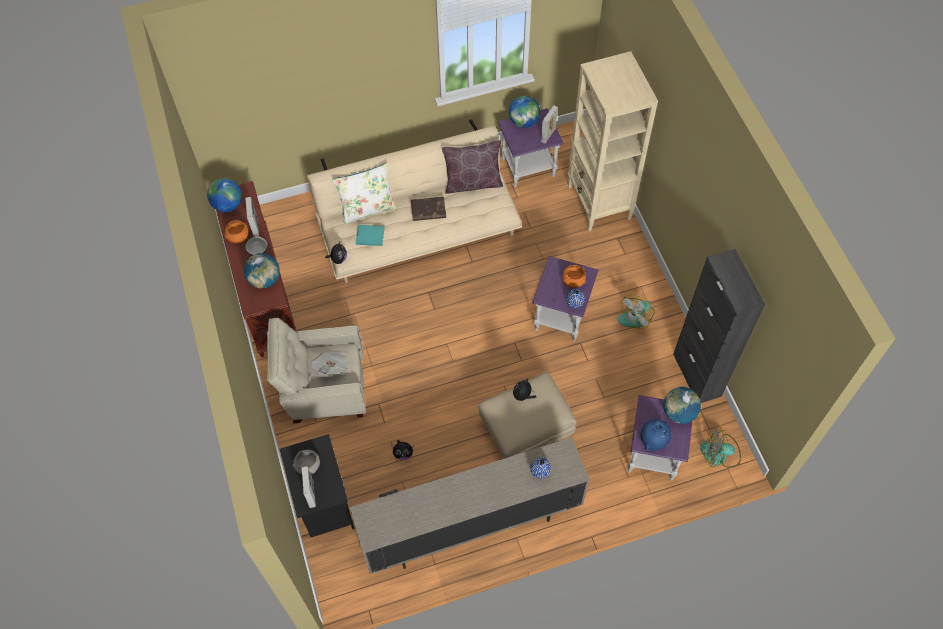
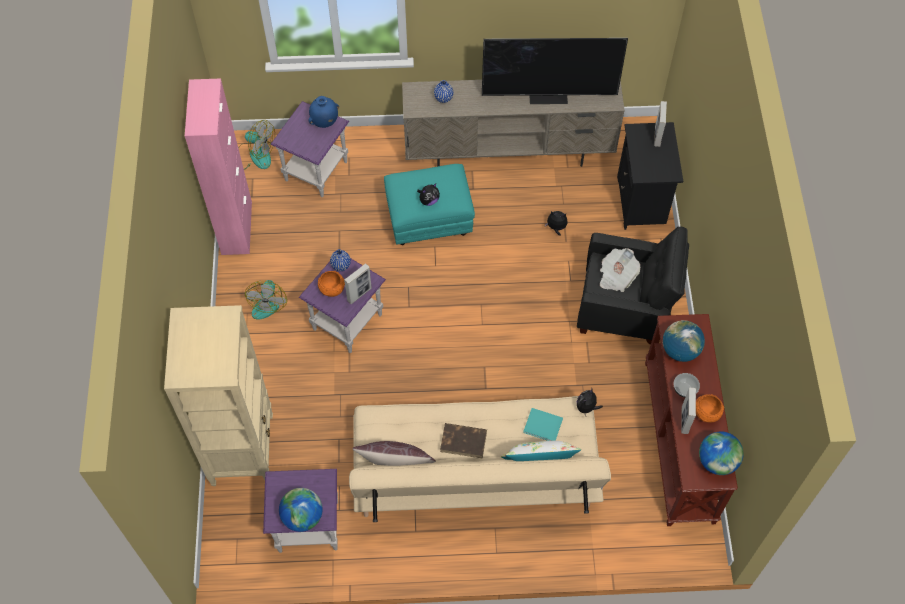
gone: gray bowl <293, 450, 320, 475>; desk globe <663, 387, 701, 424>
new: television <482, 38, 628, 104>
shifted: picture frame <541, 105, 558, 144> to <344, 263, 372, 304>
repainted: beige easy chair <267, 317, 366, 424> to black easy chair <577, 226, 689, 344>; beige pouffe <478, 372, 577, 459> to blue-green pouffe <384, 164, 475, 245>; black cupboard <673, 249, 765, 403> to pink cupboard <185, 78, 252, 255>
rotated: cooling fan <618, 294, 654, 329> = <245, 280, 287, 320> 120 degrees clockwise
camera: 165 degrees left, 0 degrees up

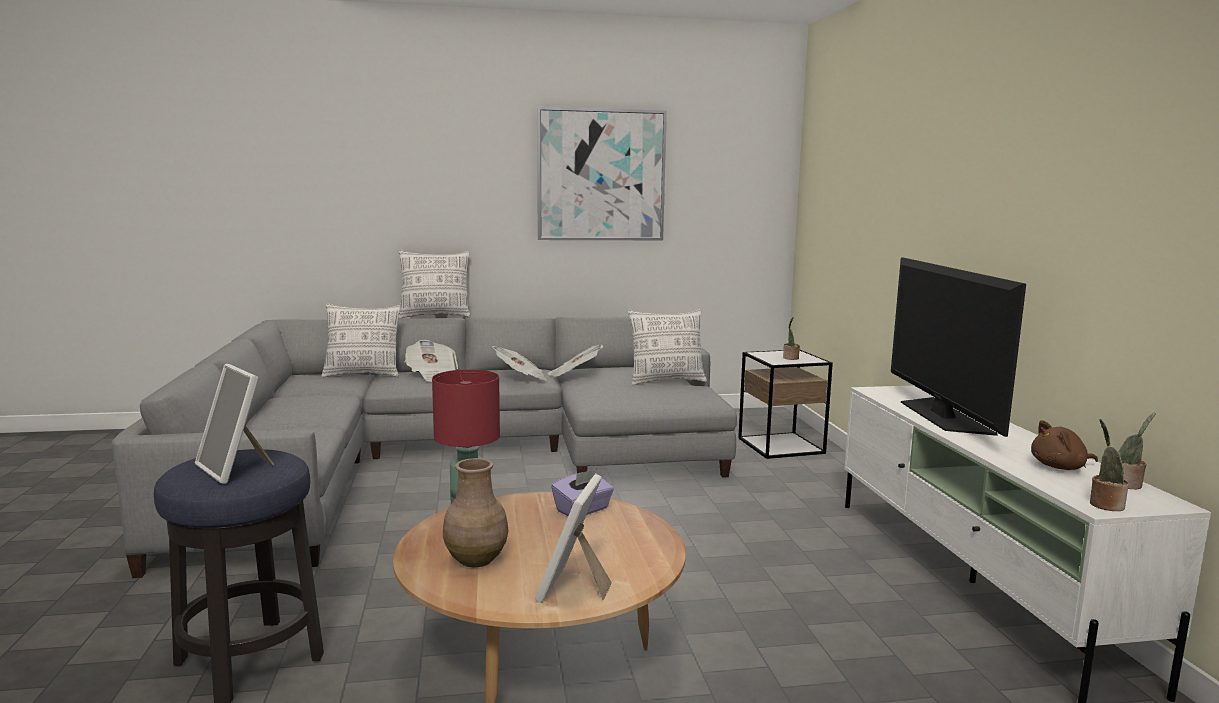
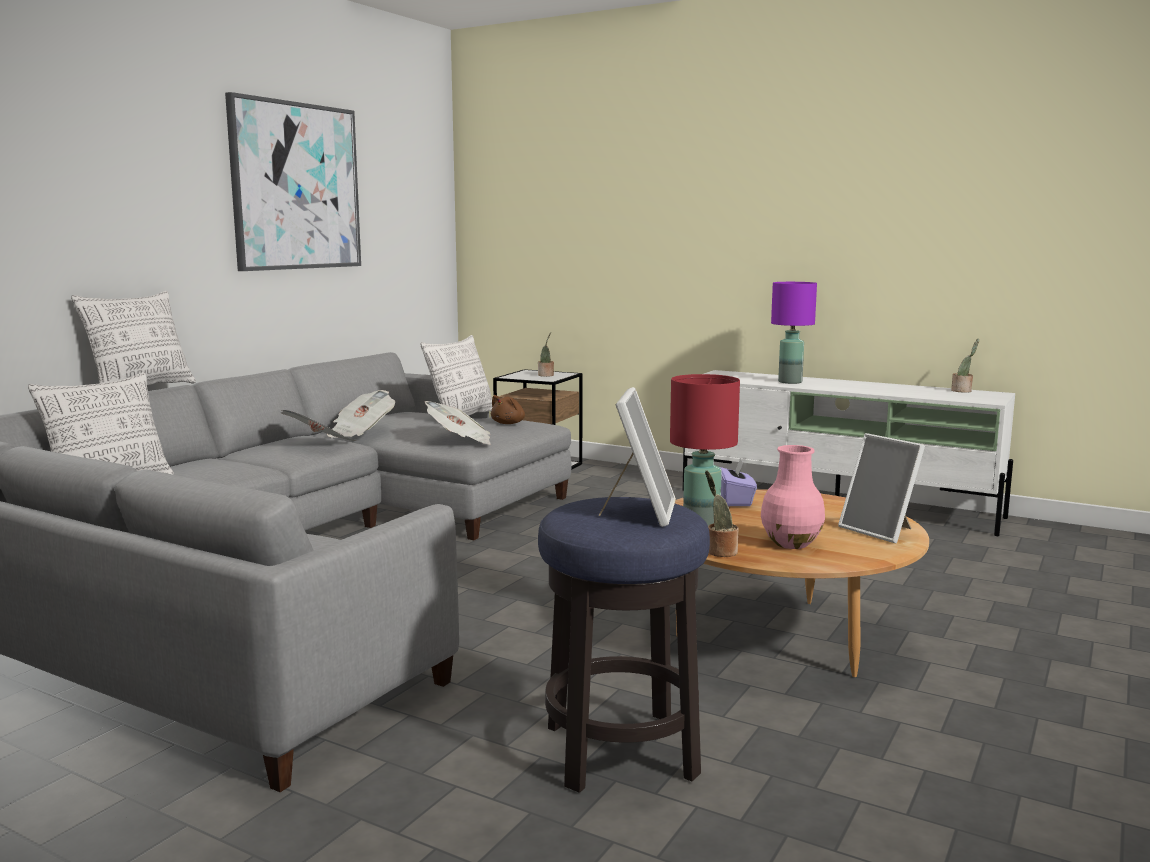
shifted: printed paper <405, 340, 458, 382> to <425, 401, 491, 445>; brown plush toy <1031, 420, 1098, 470> to <491, 395, 525, 424>; plant in a pot <1090, 419, 1129, 511> to <705, 470, 739, 557>
swapped: television <891, 257, 1026, 437> to purple-coloured tabletop lamp <771, 282, 817, 384>
repainted: brown flower vase <443, 458, 508, 567> to pink flower vase <761, 445, 825, 549>
rotated: picture frame <195, 364, 275, 484> = <599, 387, 676, 527> 75 degrees counterclockwise
camera: 50 degrees left, 0 degrees up

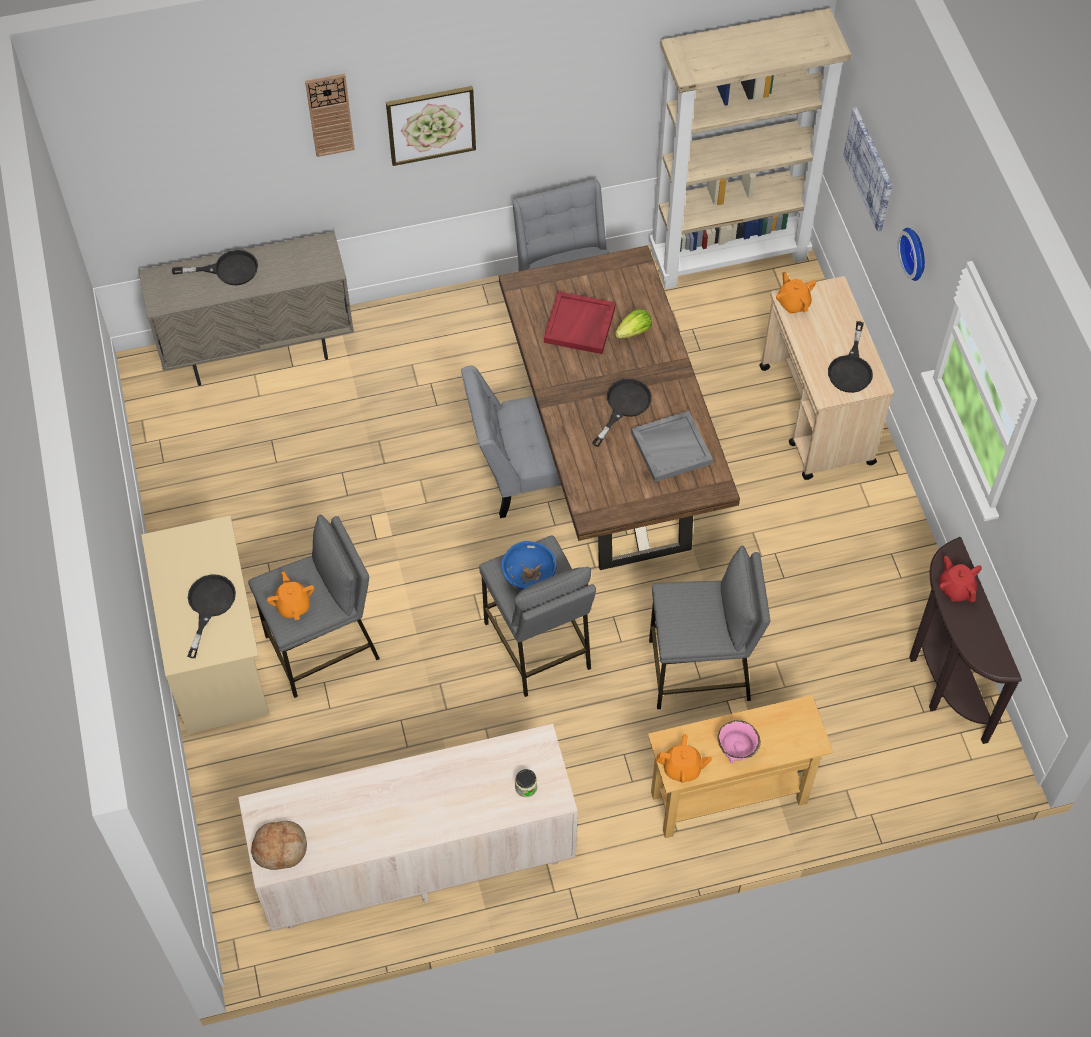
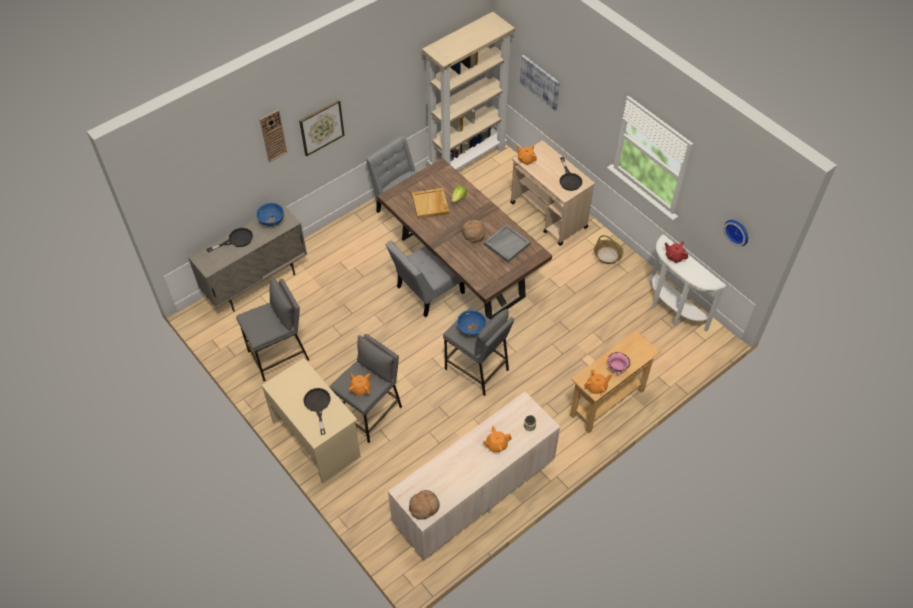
new: blue-coloured bowl <256, 203, 284, 226>; orange-coloured tea pot <482, 426, 512, 452>; storage basket <593, 235, 624, 264>
shifted: gray sitting stool <649, 546, 770, 709> to <236, 277, 309, 381>; hanging clock <898, 228, 925, 281> to <724, 220, 748, 246>
swapped: black frying pan <592, 379, 652, 447> to baked bread <462, 220, 485, 243>
repainted: red serving tray <544, 291, 616, 354> to beige serving tray <412, 188, 449, 219>; brown console table <909, 537, 1022, 744> to white console table <649, 234, 726, 331>
camera: 25 degrees left, 5 degrees down

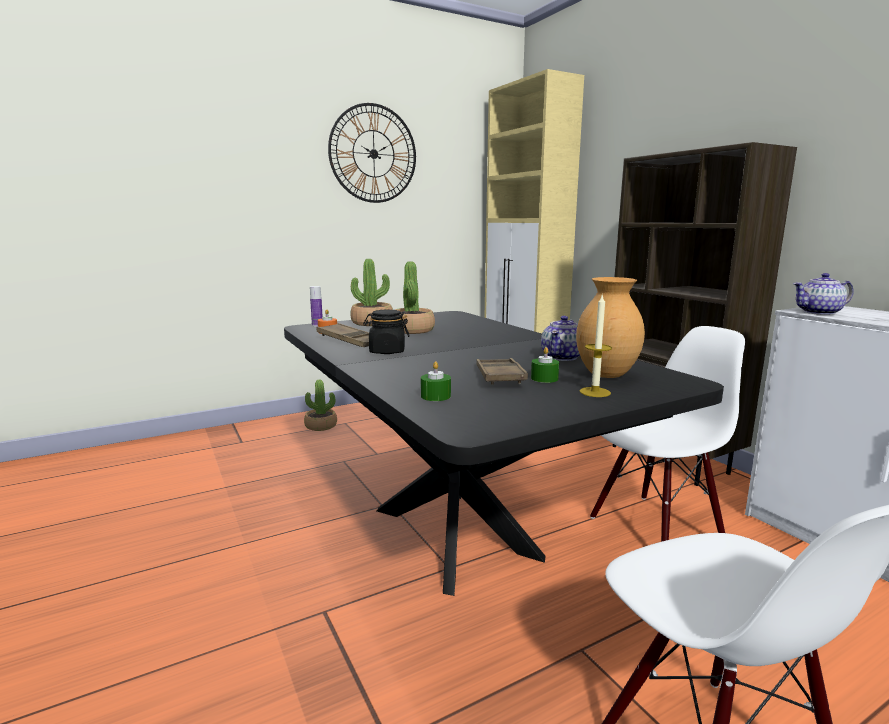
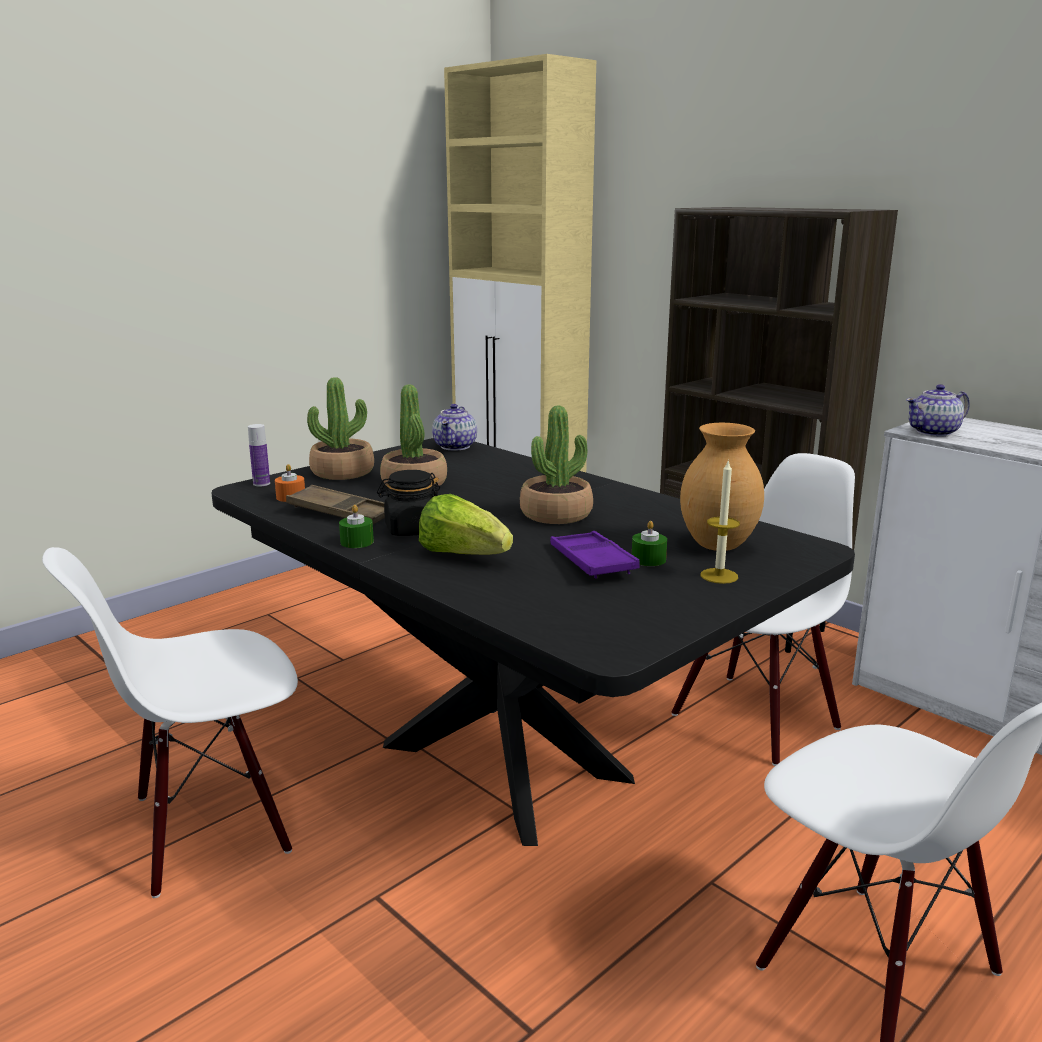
gone: hanging clock <328, 103, 416, 203>
new: white chair <42, 547, 298, 898>; head of lettuce <419, 494, 513, 555>
shifted: plant in a pot <304, 379, 337, 431> to <520, 406, 593, 524>; green candle <421, 361, 451, 401> to <339, 505, 374, 548>; tea pot <541, 316, 580, 361> to <432, 404, 477, 451>
repainted: brown serving tray <476, 358, 528, 385> to purple-coloured serving tray <550, 531, 640, 579>
camera: 15 degrees left, 5 degrees up

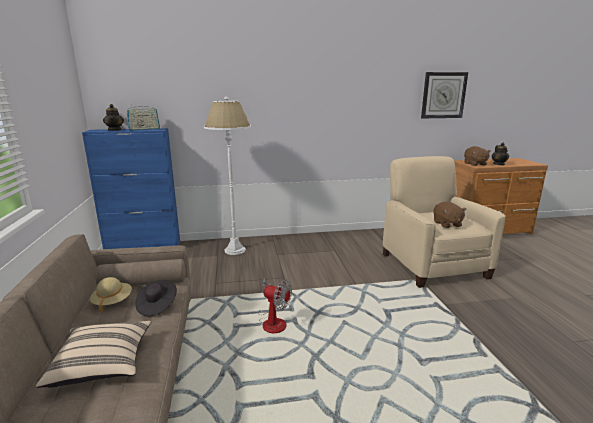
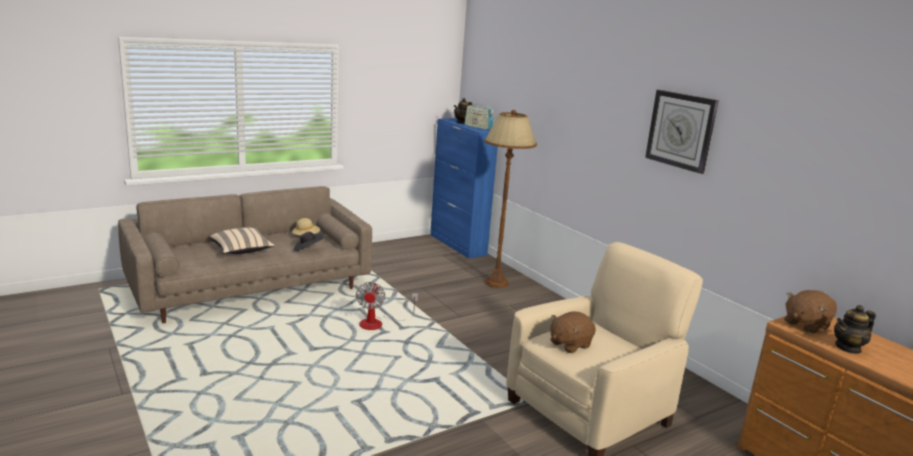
shifted: hanging clock <421, 72, 468, 118> to <645, 90, 719, 174>
repainted: white standing lamp <204, 97, 251, 255> to brown standing lamp <484, 110, 537, 288>
camera: 65 degrees right, 0 degrees up

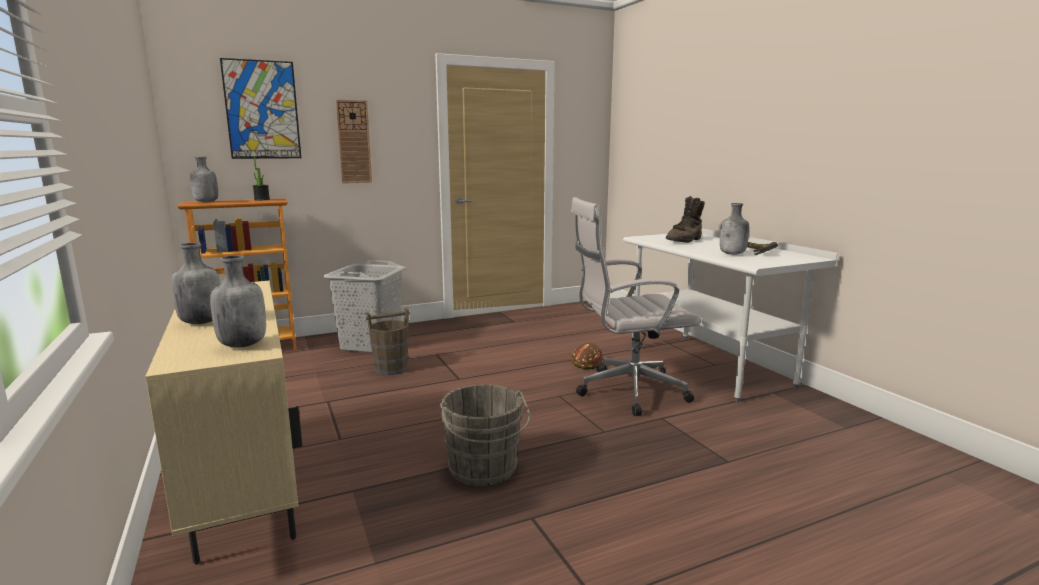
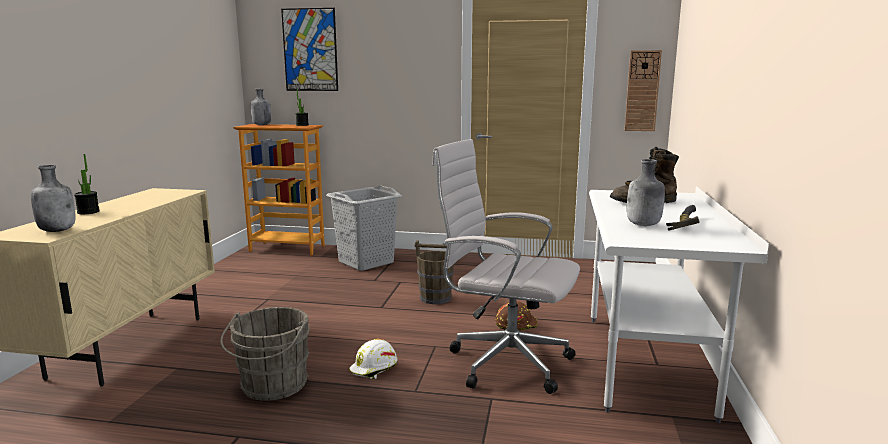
new: white hard hat <349, 339, 398, 379>
shifted: hanging clock <336, 100, 372, 183> to <624, 50, 662, 131>; brown pail <366, 308, 410, 375> to <414, 240, 454, 304>
swapped: gray beverage bottle <171, 243, 220, 324> to plant in a pot <74, 154, 100, 214>
camera: 35 degrees right, 0 degrees up

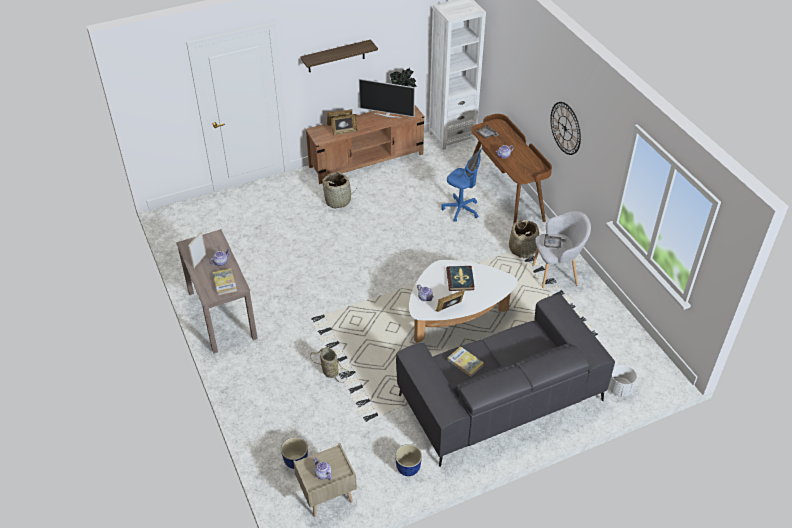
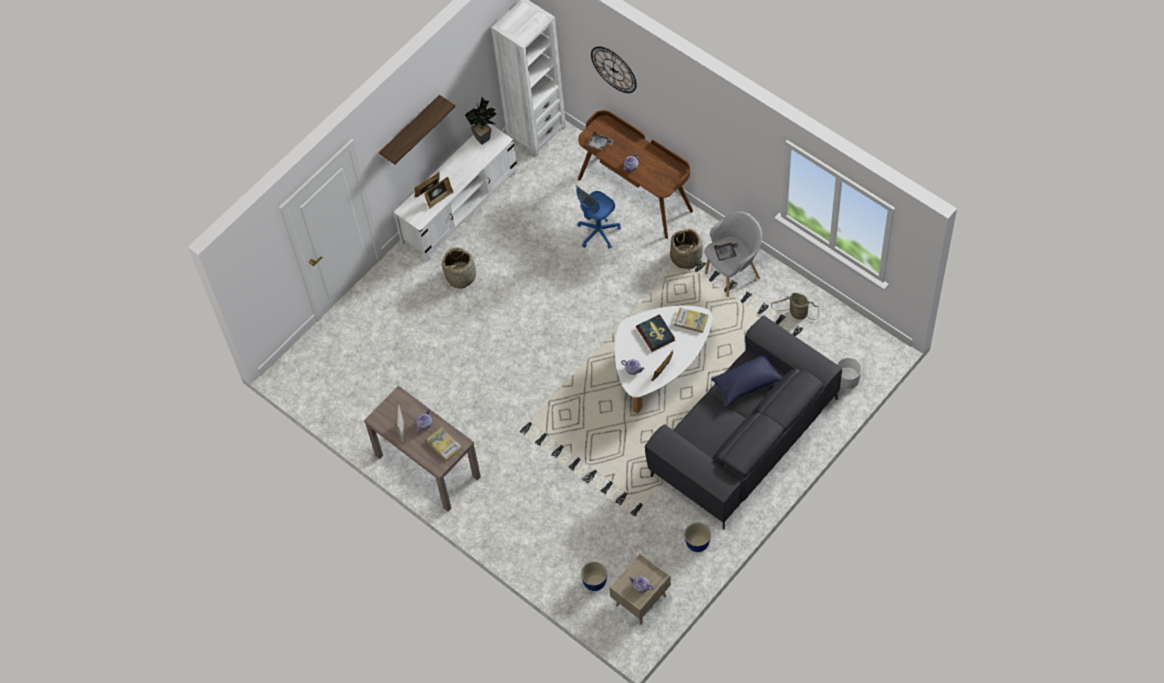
gone: television <359, 79, 415, 118>
new: blue-coloured throw pillow <711, 354, 783, 405>
shifted: storage basket <310, 347, 350, 383> to <771, 293, 819, 320>; bound book <448, 346, 484, 377> to <674, 308, 708, 333>; hanging clock <550, 102, 581, 155> to <591, 46, 637, 93>
repainted: brown tv unit <306, 105, 424, 184> to white tv unit <394, 124, 518, 262>
rotated: blue-coloured office chair <442, 148, 482, 222> = <576, 186, 621, 249> 120 degrees clockwise
camera: 20 degrees left, 15 degrees up

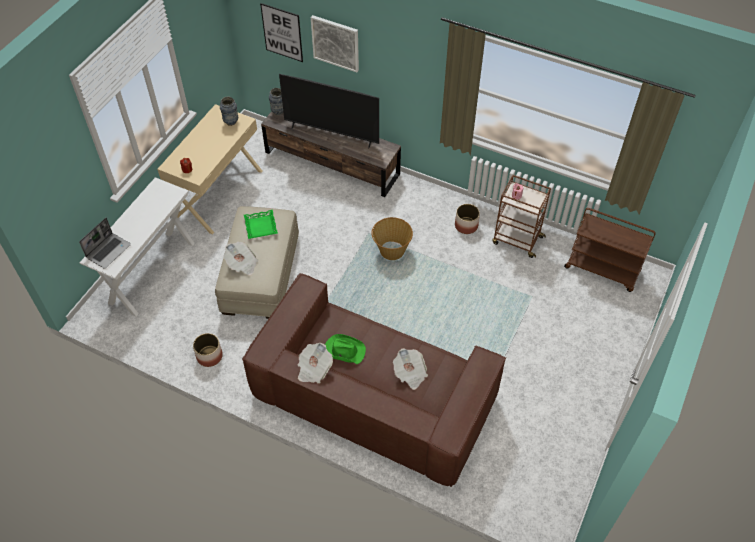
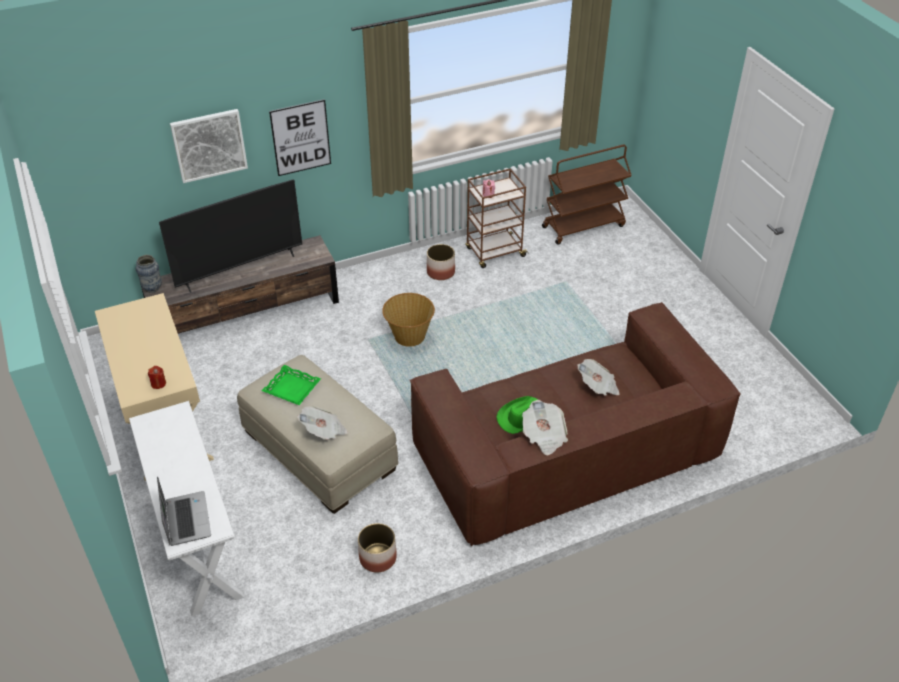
gone: flower vase <220, 96, 238, 126>
shifted: wall art <260, 3, 303, 62> to <269, 99, 331, 176>
camera: 50 degrees left, 10 degrees down

